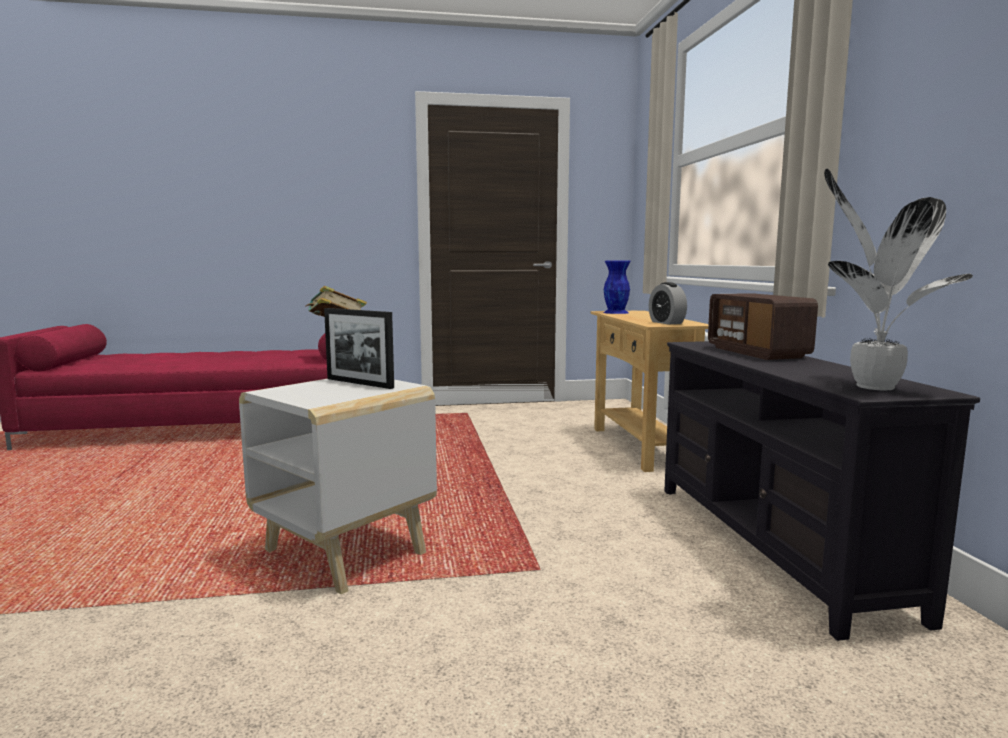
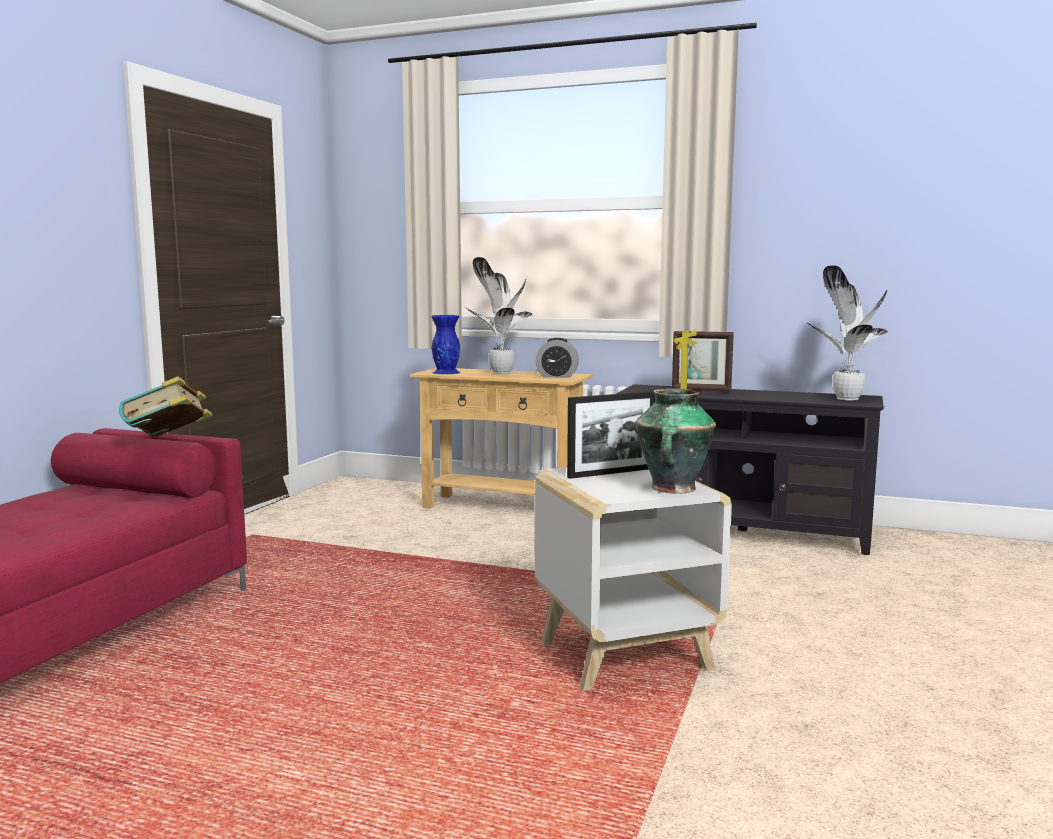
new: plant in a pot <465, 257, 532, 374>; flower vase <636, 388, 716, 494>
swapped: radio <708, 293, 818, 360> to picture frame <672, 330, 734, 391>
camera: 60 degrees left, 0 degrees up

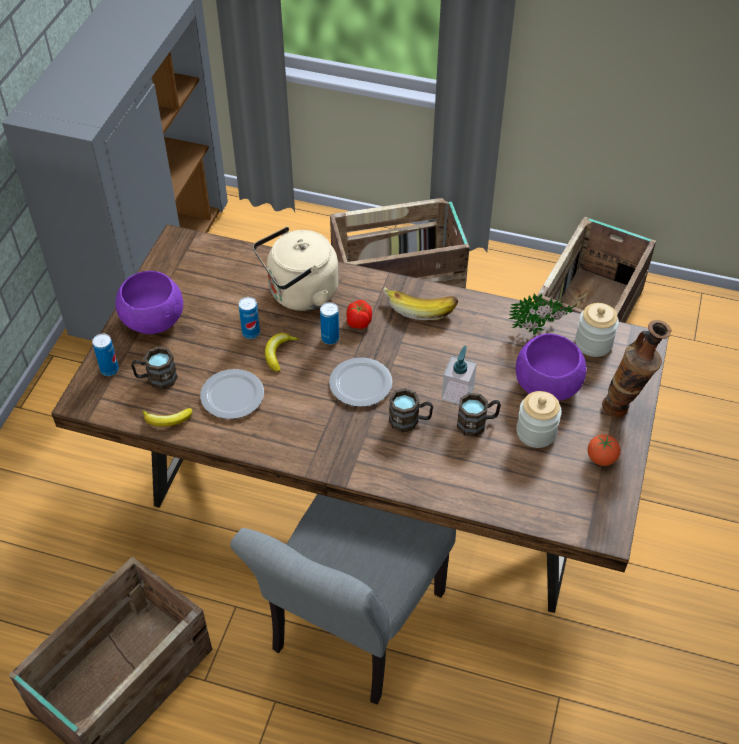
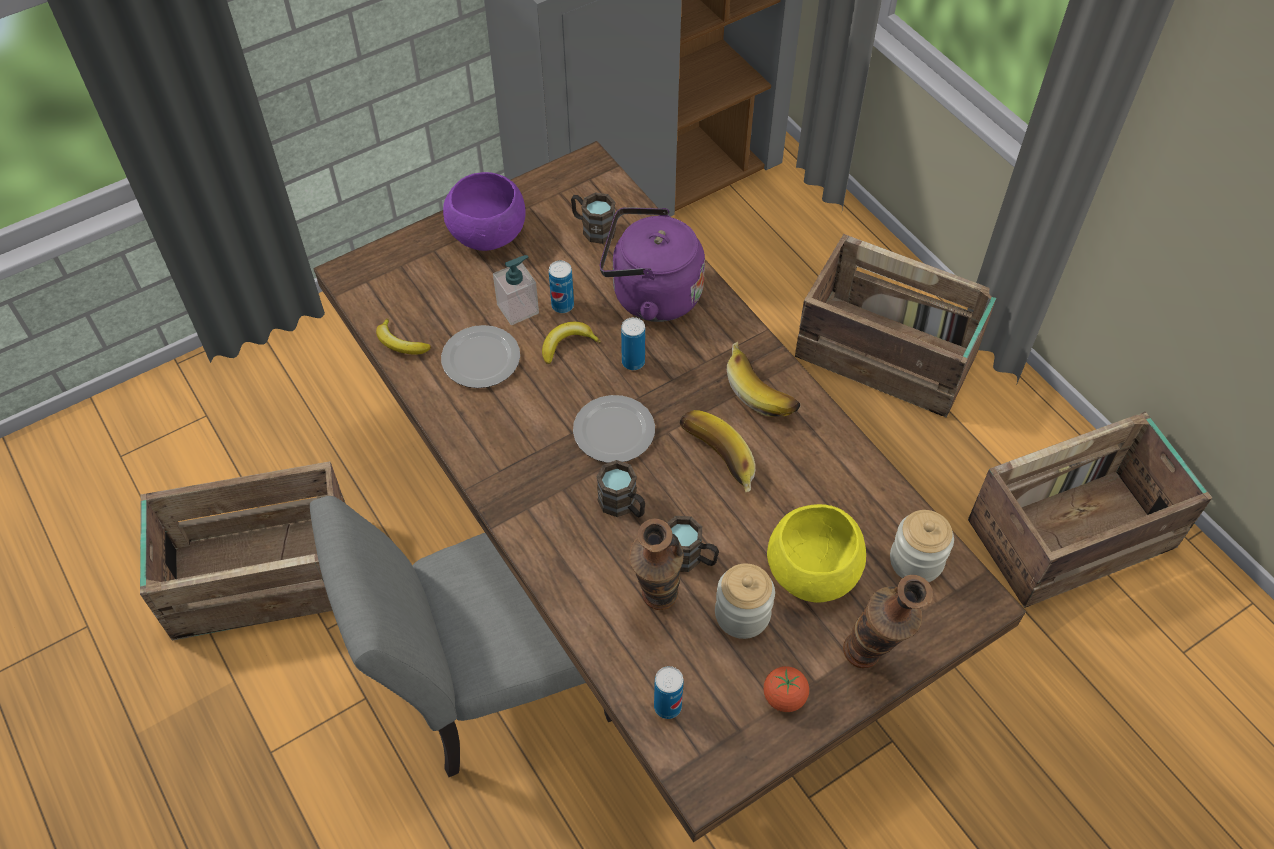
gone: fresh tomato <346, 300, 372, 329>; plant in a pot <509, 293, 575, 335>
new: flower vase <629, 518, 684, 610>; banana <679, 410, 755, 493>
shifted: can <92, 334, 119, 376> to <654, 666, 684, 719>; brown tea mug <131, 346, 178, 390> to <571, 193, 616, 244>; liquid soap bottle <442, 346, 477, 404> to <493, 255, 539, 325>
repainted: beige kettle <253, 227, 339, 311> to purple-coloured kettle <600, 207, 705, 322>; purple-coloured bowl <516, 333, 586, 401> to yellow-coloured bowl <767, 504, 866, 602>
camera: 40 degrees right, 5 degrees up

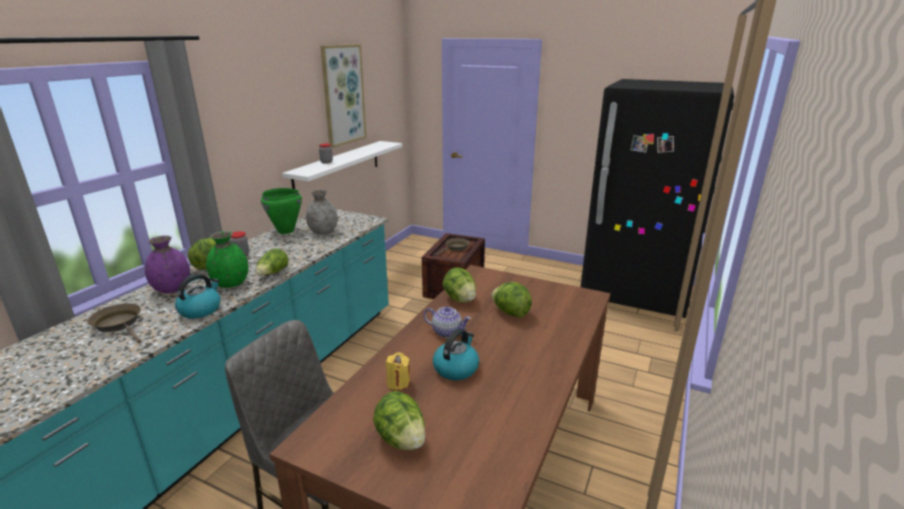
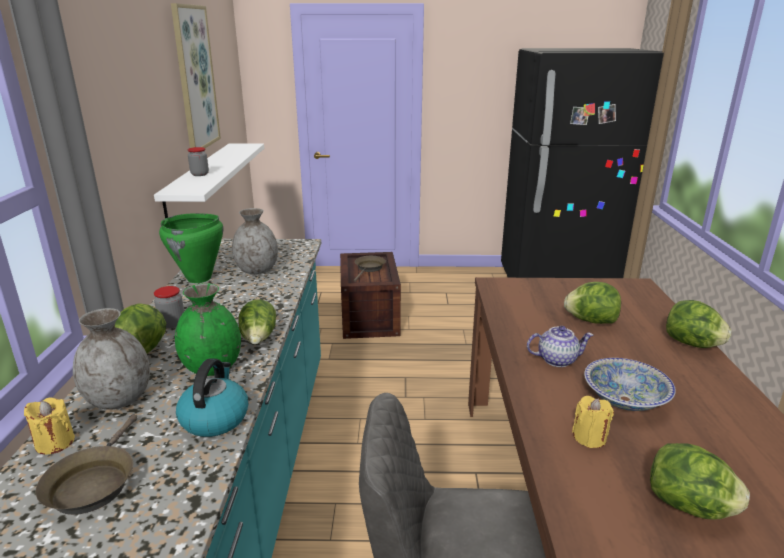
new: yellow-coloured candle <24, 397, 75, 455>
shifted: head of lettuce <443, 267, 476, 303> to <666, 300, 731, 348>
swapped: kettle <433, 329, 479, 380> to bowl <584, 358, 676, 411>
repainted: purple-coloured flower vase <145, 236, 190, 293> to gray flower vase <73, 308, 150, 410>
rotated: brown frying pan <87, 303, 141, 343> = <36, 415, 137, 515> 105 degrees counterclockwise
camera: 25 degrees left, 0 degrees up

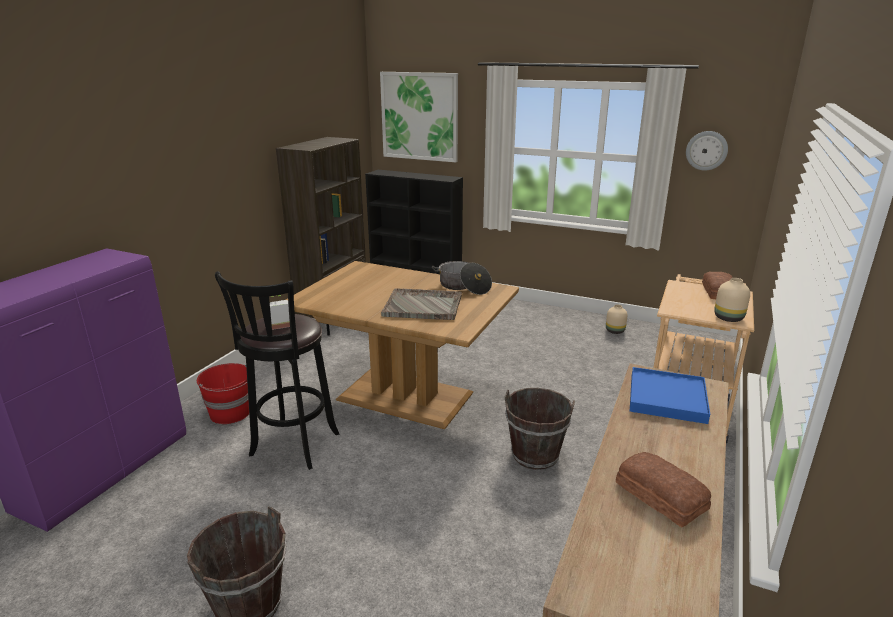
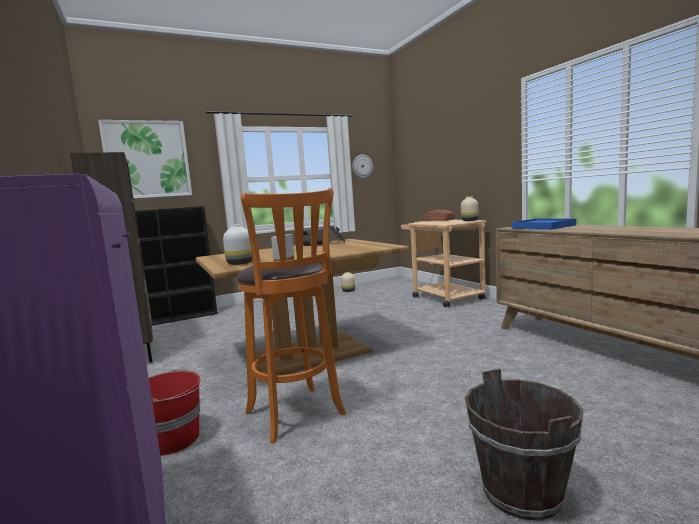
gone: gray serving tray <381, 288, 462, 320>; brown pail <504, 388, 575, 470>; baked bread <616, 452, 711, 527>
new: white flower vase <223, 224, 252, 265>
repainted: black sitting stool <215, 271, 340, 470> to orange-coloured sitting stool <236, 188, 346, 444>
camera: 50 degrees left, 15 degrees down

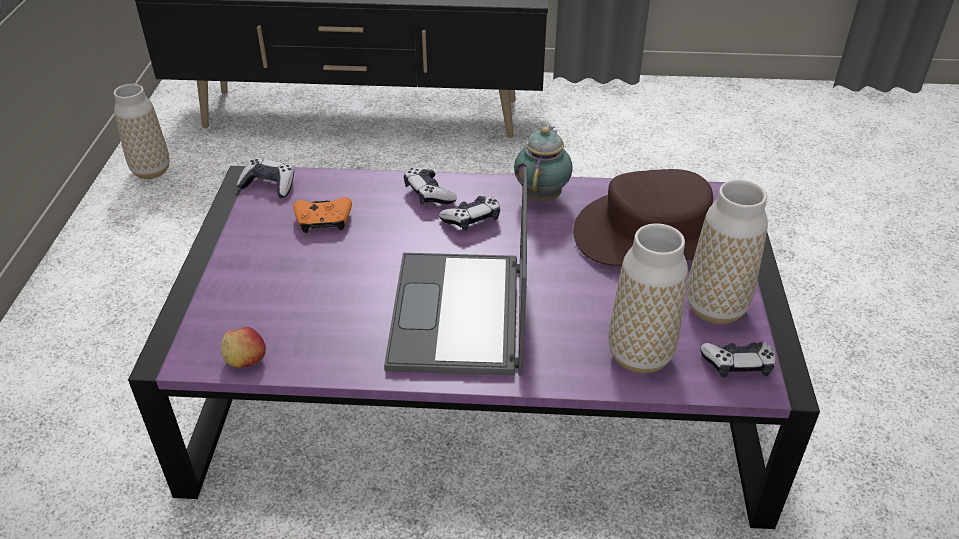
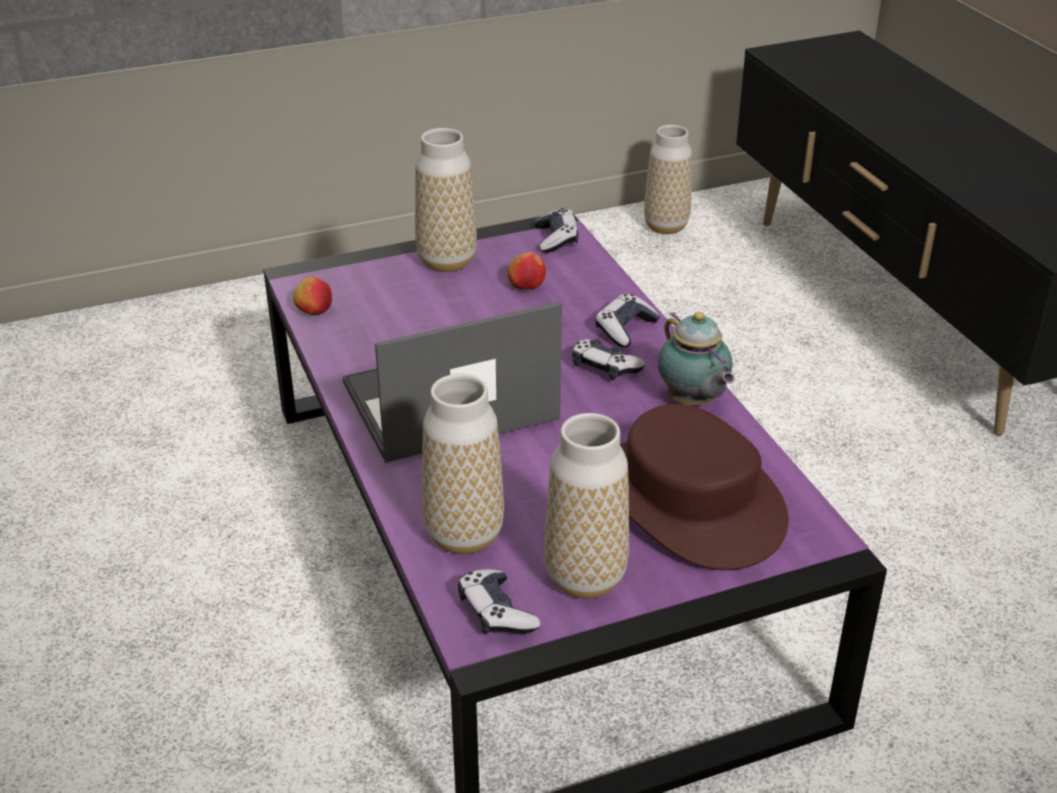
new: flower vase <415, 128, 477, 272>
swapped: orange-coloured gamepad <293, 197, 352, 233> to whole apple <508, 252, 546, 290>
rotated: tea pot <514, 126, 573, 201> = <658, 312, 735, 405> 75 degrees clockwise
camera: 65 degrees right, 5 degrees down

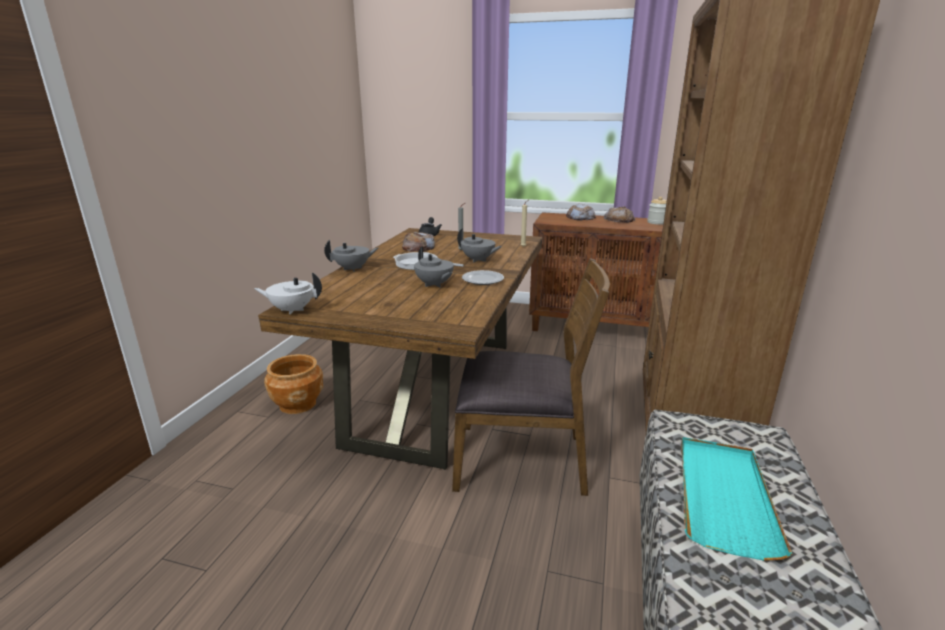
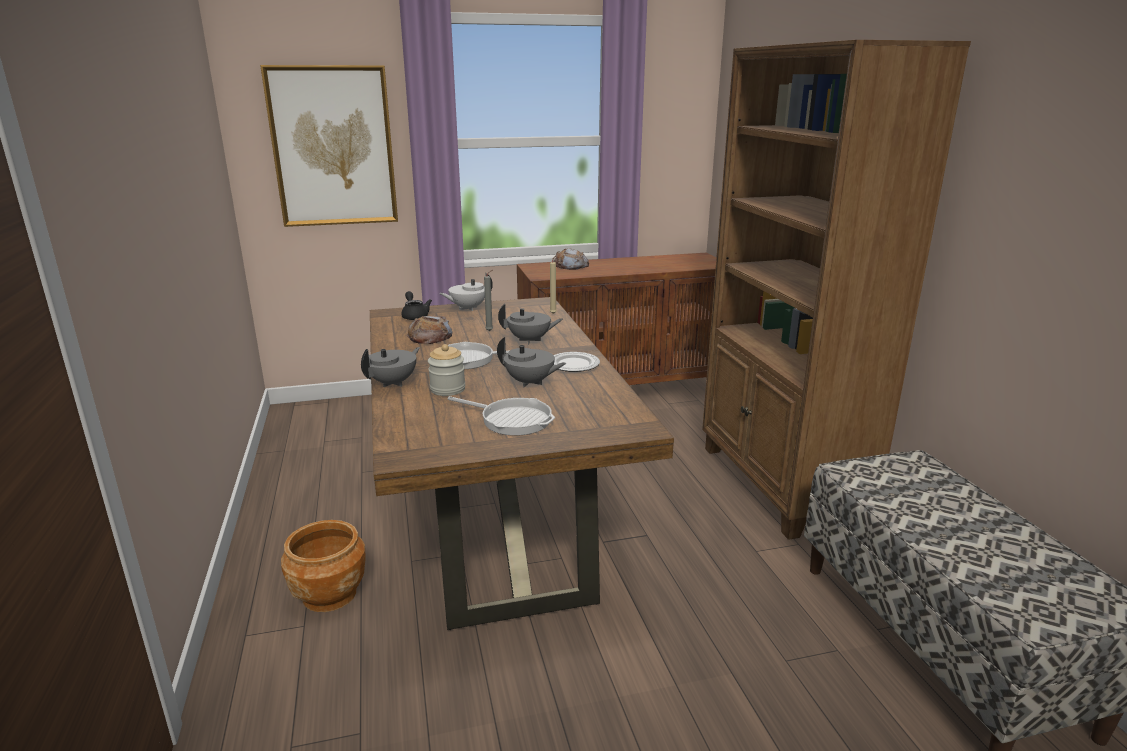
gone: brown chair <452, 258, 610, 496>; baked bread <603, 206, 635, 223>; blue-green serving tray <681, 437, 792, 561>
new: wall art <260, 65, 398, 227>; frying pan <447, 396, 555, 436>
shifted: white tea pot <254, 272, 322, 315> to <439, 273, 493, 311>; preserve jar <647, 197, 667, 225> to <428, 344, 465, 396>
camera: 30 degrees left, 0 degrees up

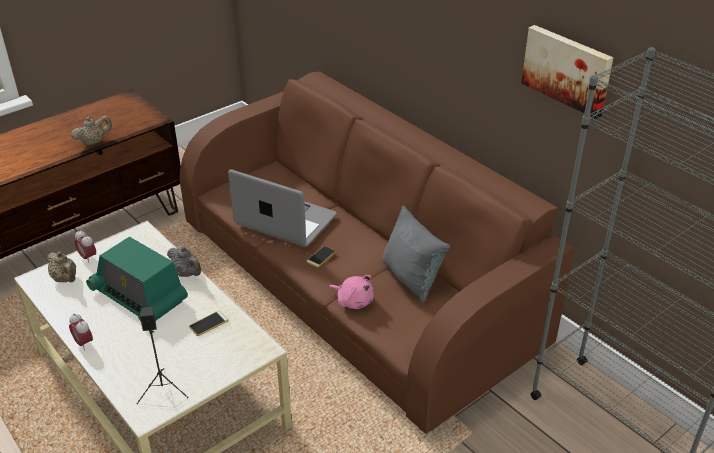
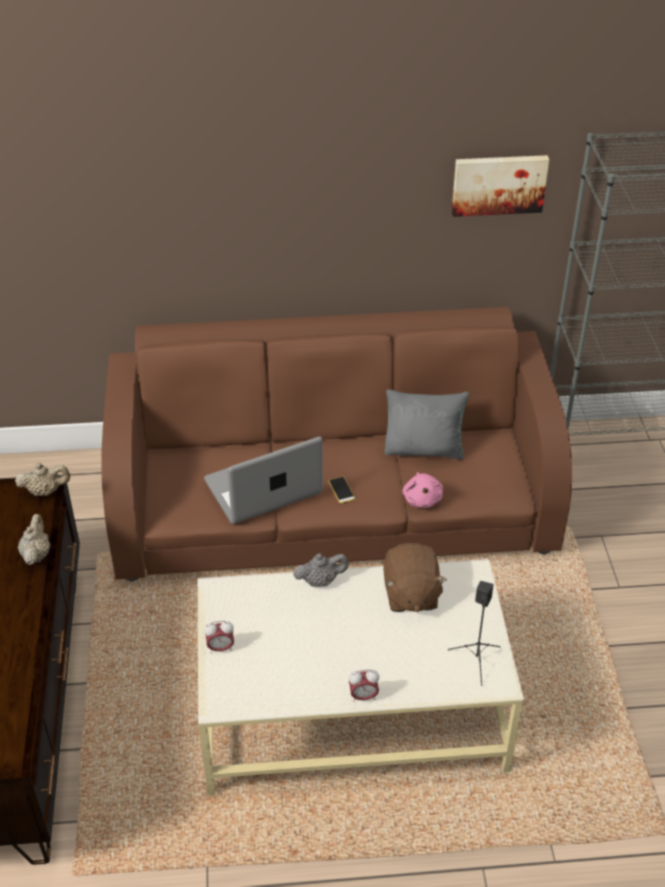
gone: radio <86, 237, 188, 321>
shifted: beige tea pot <47, 251, 76, 282> to <15, 463, 70, 496>
swapped: telephone <189, 311, 228, 336> to brown plush toy <383, 543, 447, 612>
rotated: pink plush toy <329, 275, 374, 309> = <403, 472, 443, 508> 105 degrees clockwise
camera: 55 degrees left, 5 degrees up

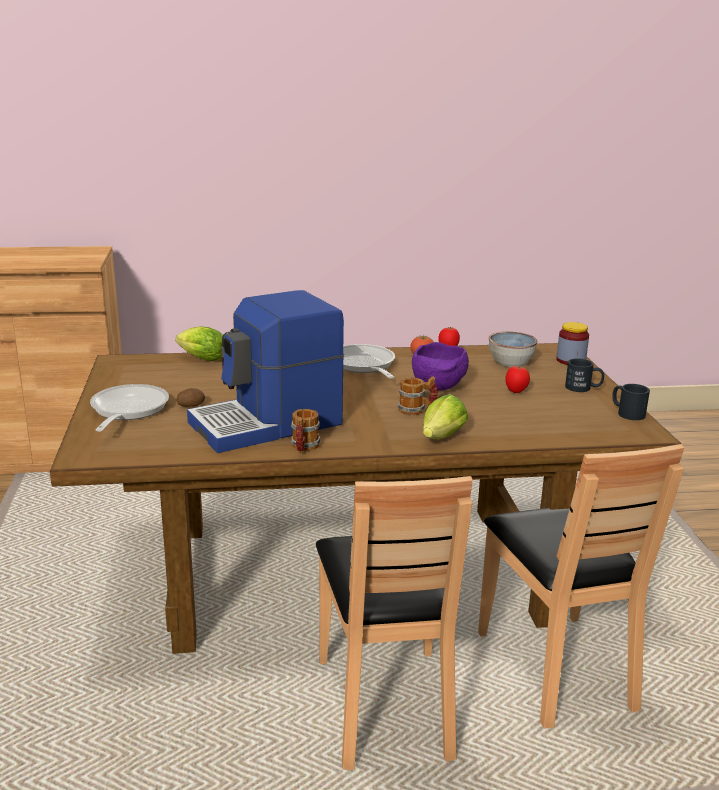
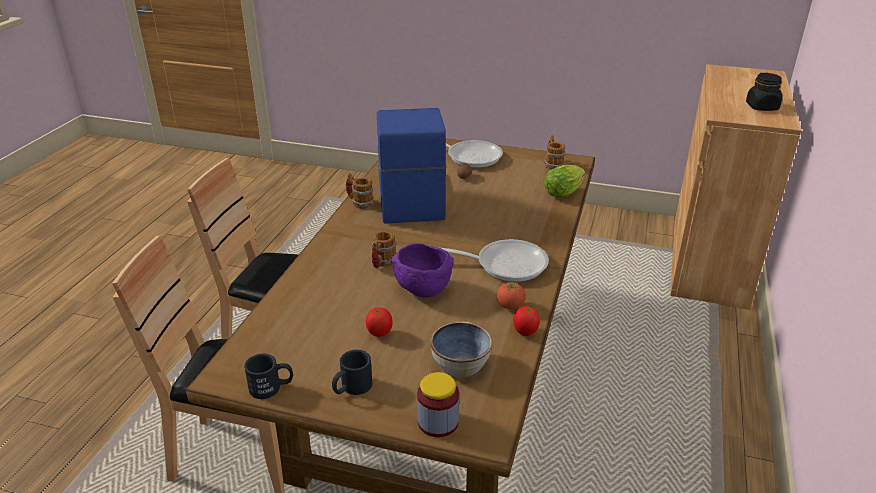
gone: head of lettuce <423, 394, 468, 439>
new: tea mug <544, 136, 566, 170>; black preserve jar <746, 73, 782, 111>
camera: 115 degrees right, 10 degrees up

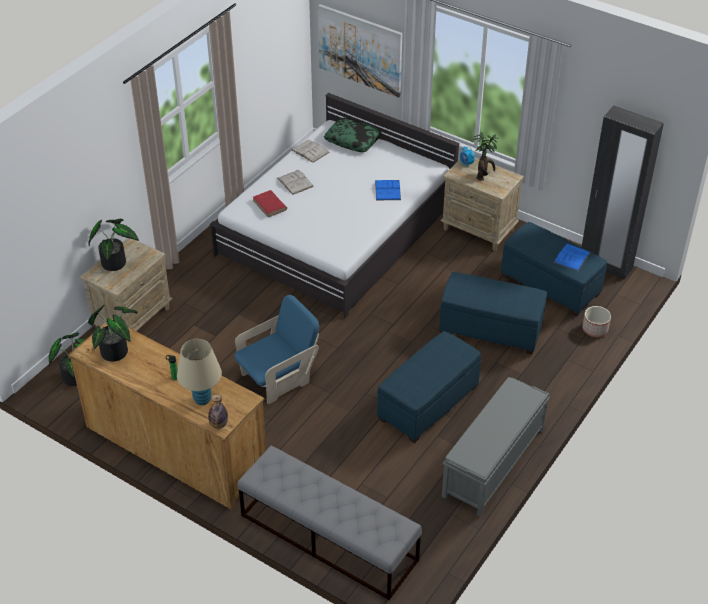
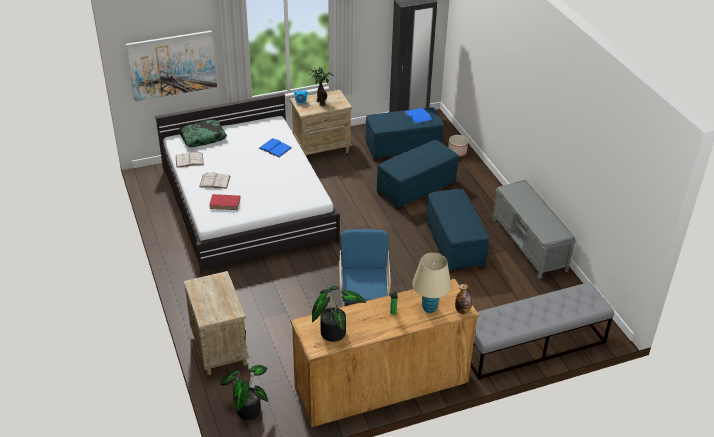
gone: plant in a pot <88, 219, 139, 271>
camera: 55 degrees left, 5 degrees down

